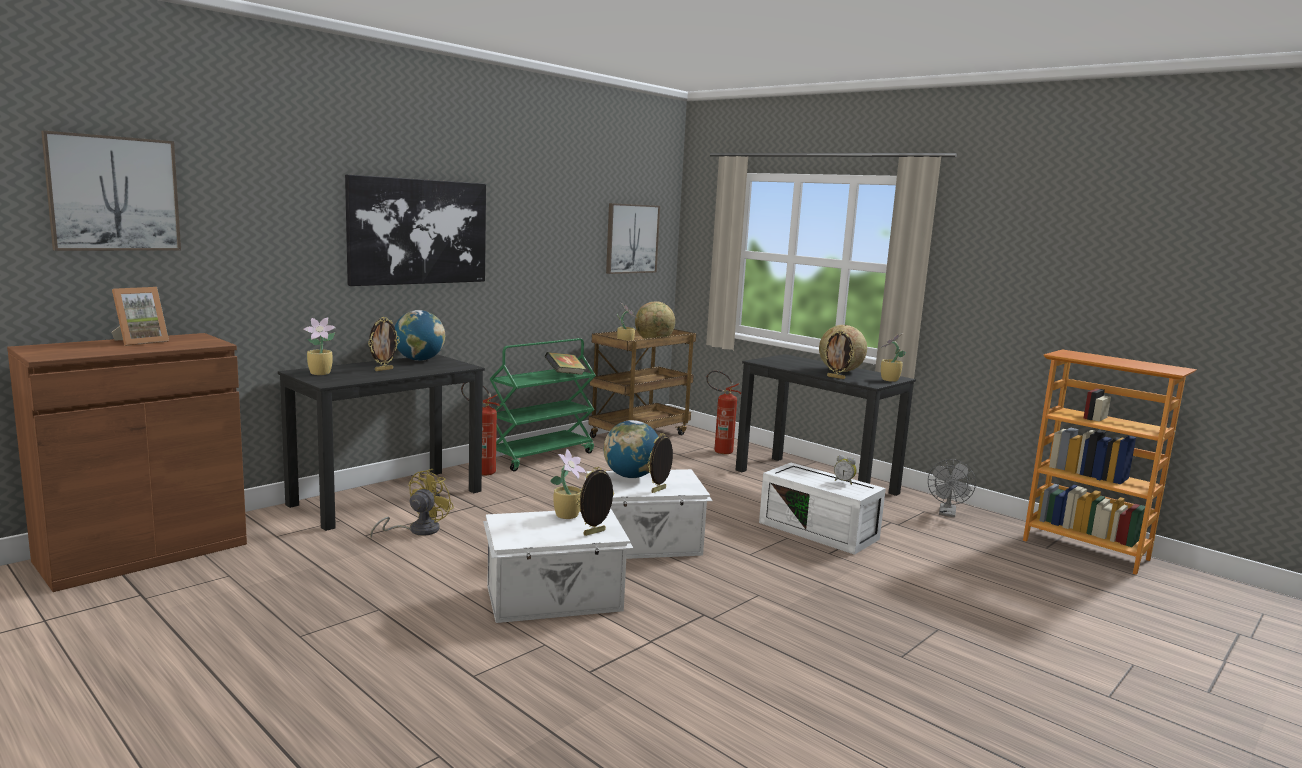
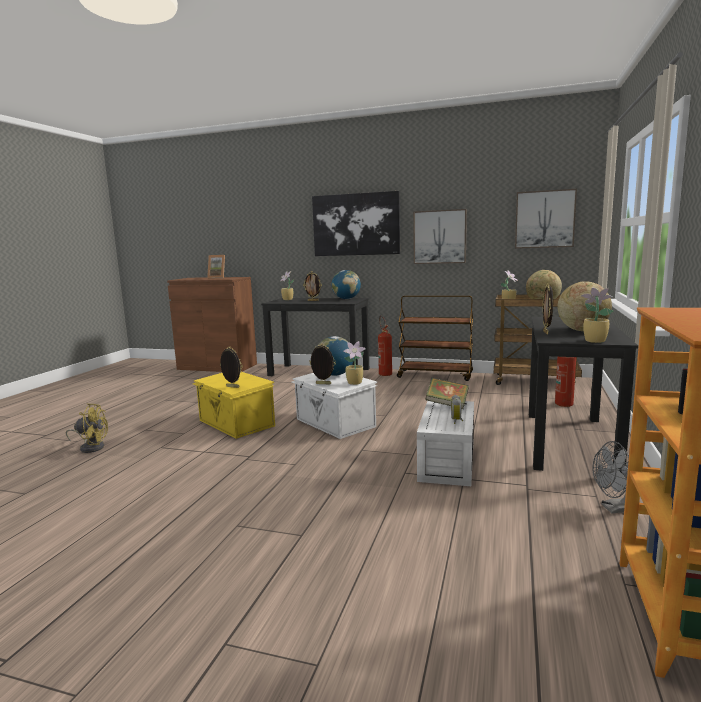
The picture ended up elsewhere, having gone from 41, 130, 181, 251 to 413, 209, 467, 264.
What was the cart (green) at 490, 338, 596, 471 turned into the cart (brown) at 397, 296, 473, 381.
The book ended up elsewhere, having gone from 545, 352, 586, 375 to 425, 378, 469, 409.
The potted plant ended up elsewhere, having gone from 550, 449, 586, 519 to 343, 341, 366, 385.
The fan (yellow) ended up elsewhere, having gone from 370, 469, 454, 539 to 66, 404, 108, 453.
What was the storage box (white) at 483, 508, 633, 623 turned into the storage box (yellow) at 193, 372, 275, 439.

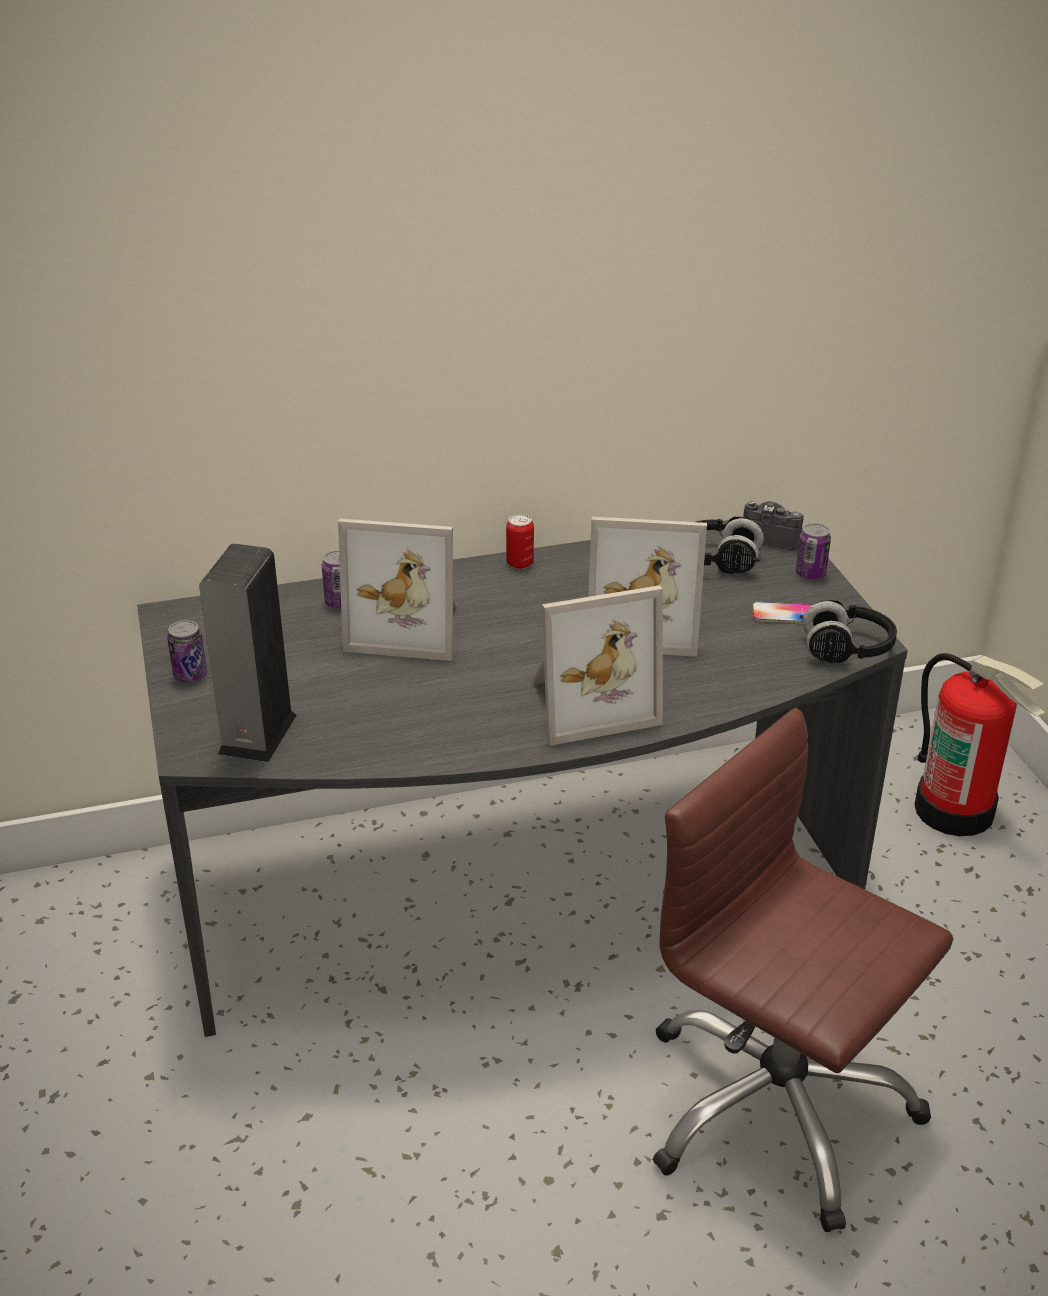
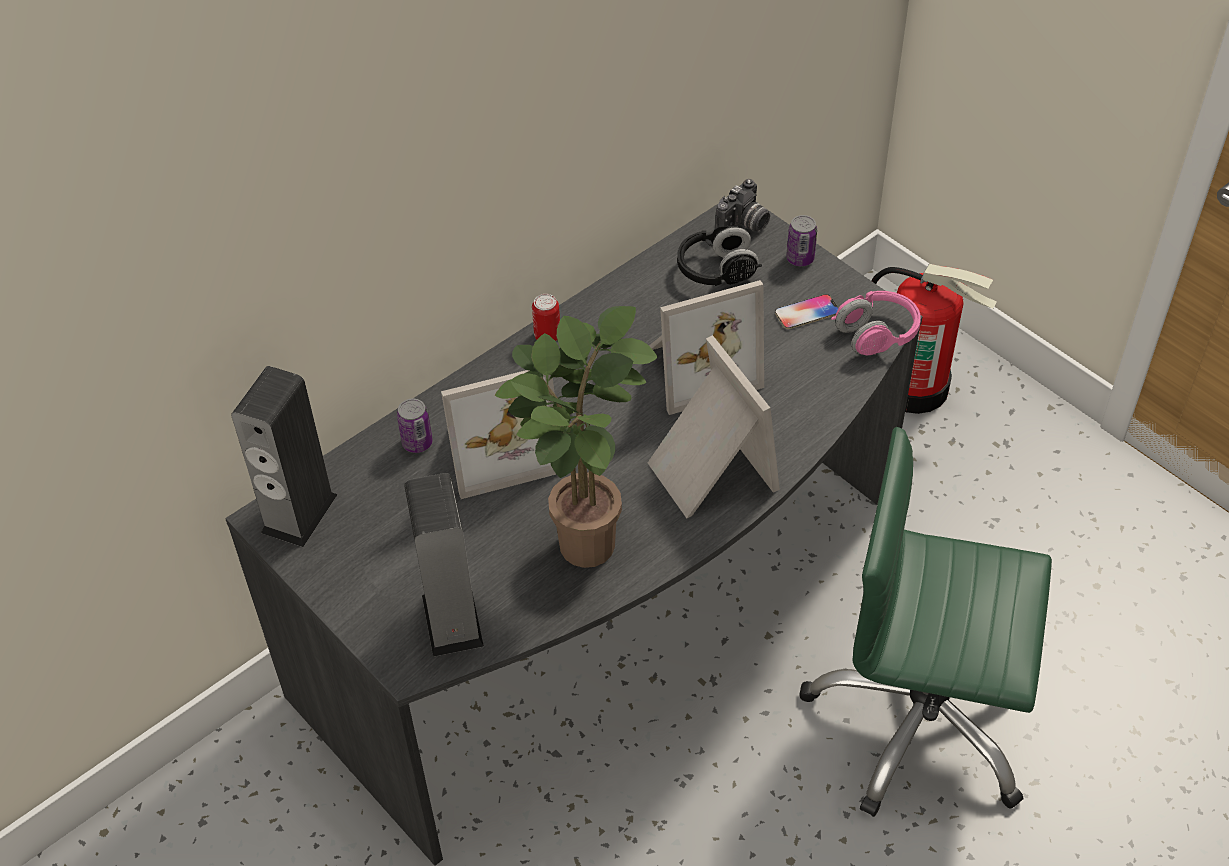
The photo camera at 743, 501, 804, 550 ended up facing another way, 135 degrees clockwise from before.
The picture frame at 532, 585, 663, 746 ended up facing another way, 75 degrees counterclockwise from before.
What was the headphones (black) at 800, 600, 897, 663 turned into the headphones (pink) at 831, 291, 921, 355.
The second view lost the can at 167, 620, 207, 682.
What was the office chair (brown) at 652, 708, 953, 1232 turned into the office chair (green) at 799, 427, 1052, 817.
The second view gained the potted plant at 495, 306, 657, 568.
The second view gained the speaker at 231, 366, 338, 547.

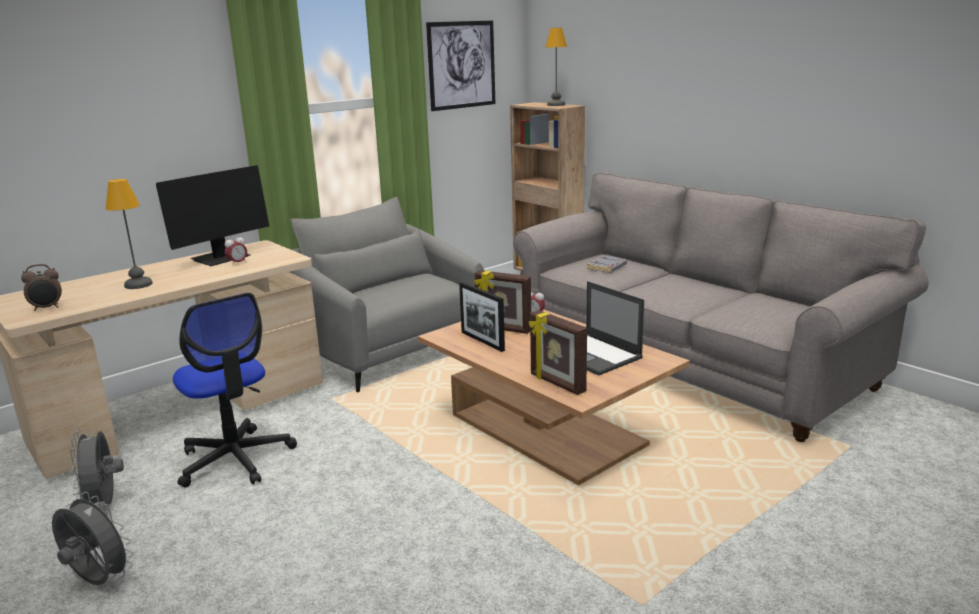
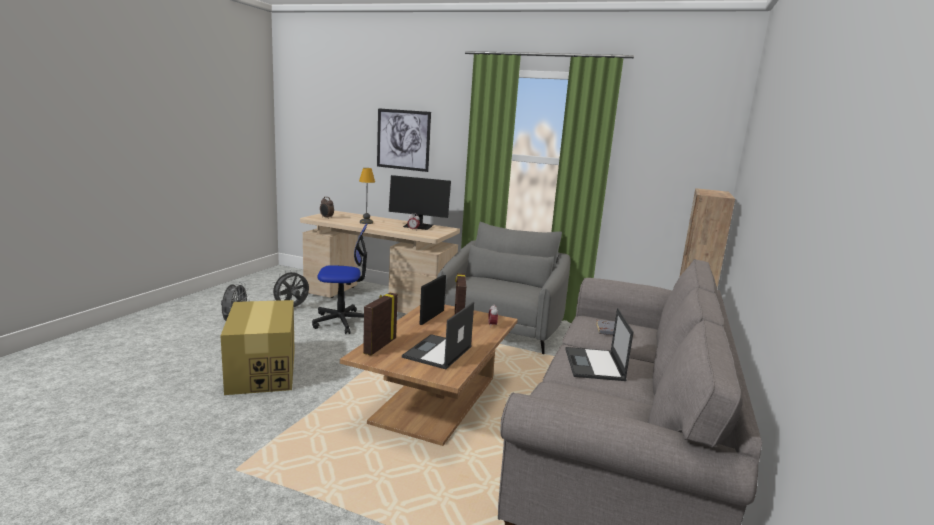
The picture ended up elsewhere, having gone from 426, 21, 495, 111 to 377, 108, 431, 172.
The second view lost the table lamp at 546, 28, 567, 106.
The office chair at 173, 293, 297, 488 ended up facing another way, 120 degrees counterclockwise from before.
The second view gained the cardboard box at 220, 300, 295, 395.
The second view gained the laptop at 565, 308, 634, 381.

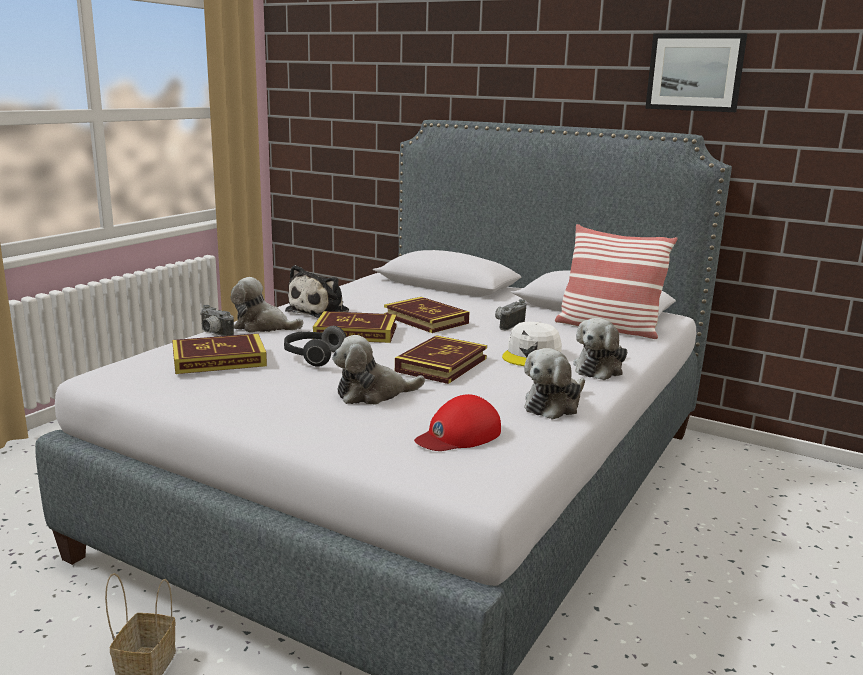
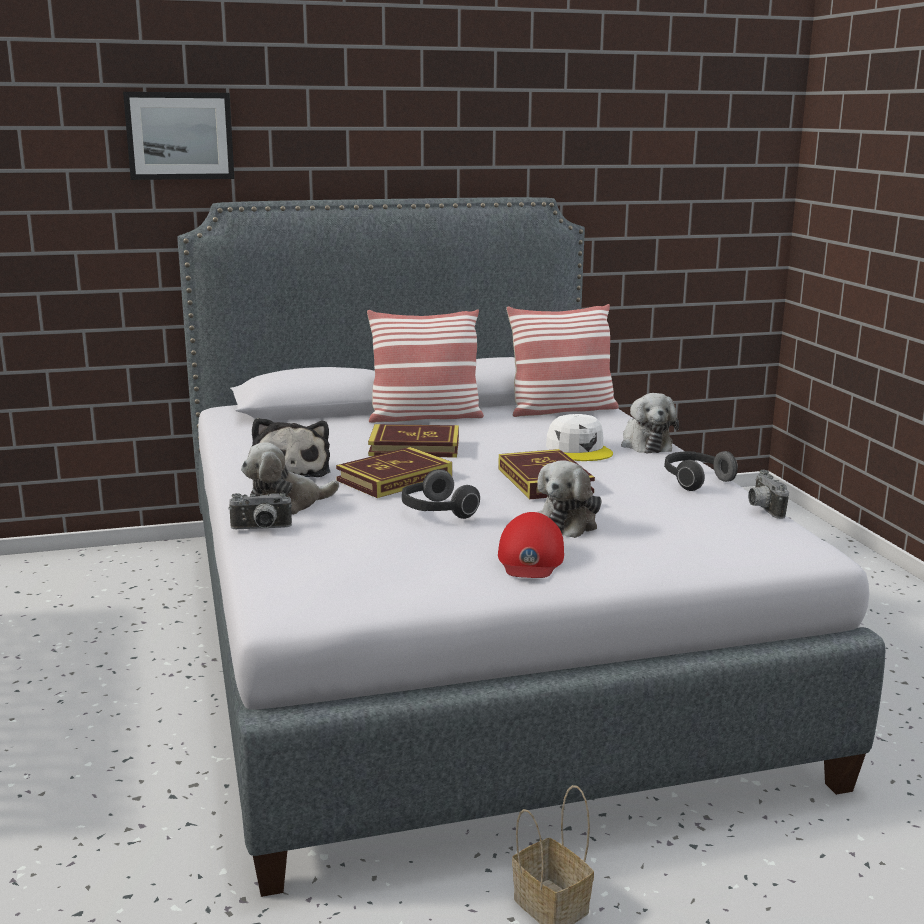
The picture ended up elsewhere, having gone from 645, 33, 747, 112 to 123, 92, 234, 180.
The photo camera ended up elsewhere, having gone from 495, 299, 526, 331 to 748, 470, 789, 519.
The second view lost the book at 172, 334, 267, 374.
Where the plush toy stood at 524, 348, 585, 420, the headphones came to stand at 664, 451, 738, 491.
The cap (red) ended up elsewhere, having gone from 414, 394, 501, 451 to 498, 512, 564, 578.
The second view gained the pillow at 367, 309, 484, 423.

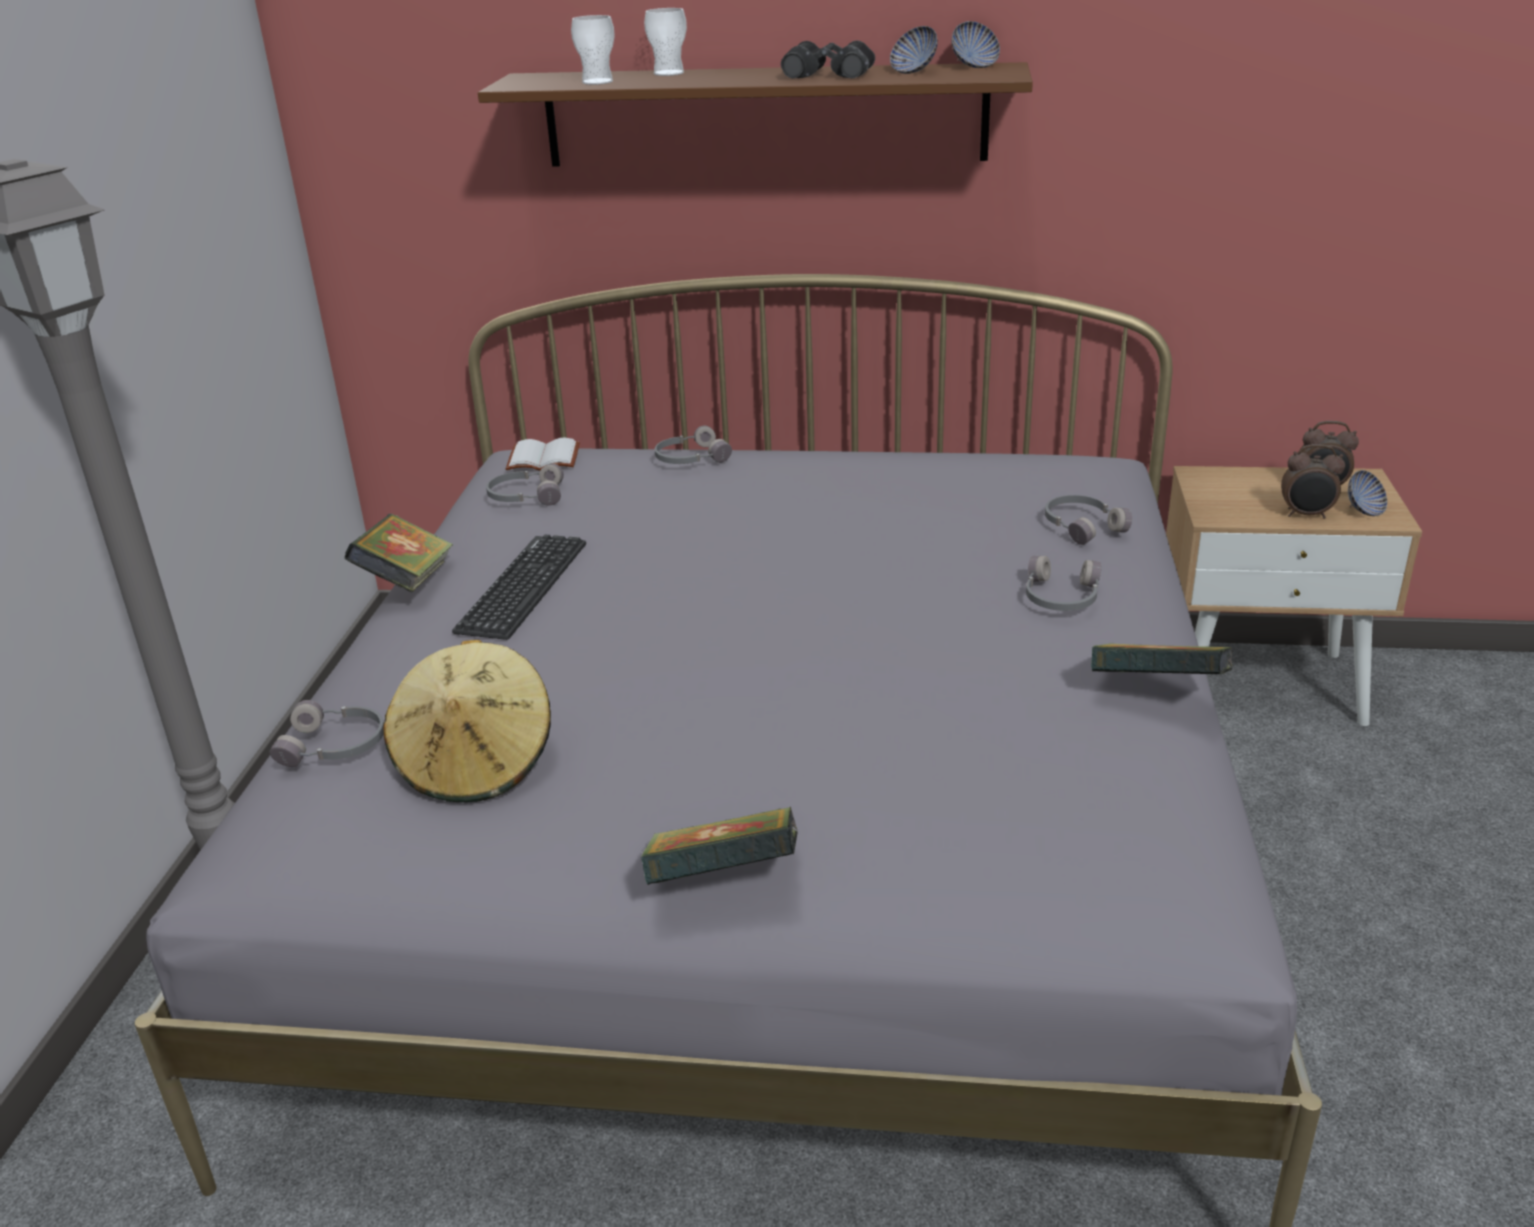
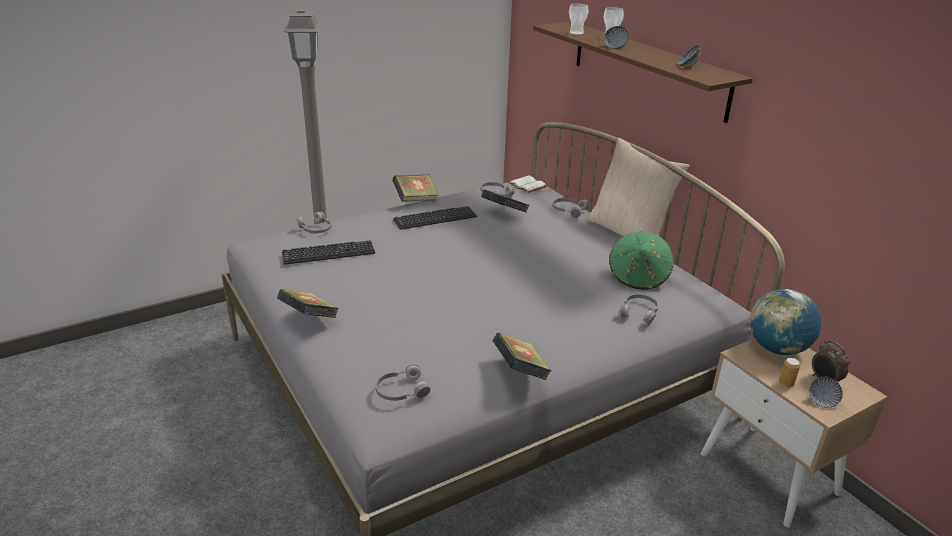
The bowl ended up elsewhere, having gone from 952, 21, 1000, 68 to 604, 26, 629, 49.
The second view lost the binoculars (black) at 781, 40, 875, 78.
Where the alarm clock stood at 1281, 444, 1345, 519, the can came to stand at 779, 358, 800, 387.
The headphones (grey) ended up elsewhere, having gone from 1026, 556, 1101, 611 to 376, 364, 431, 401.
Where the hat (beige) stood at 383, 640, 551, 802, the keyboard came to stand at 282, 240, 375, 265.
The second view gained the pillow (beige) at 587, 138, 690, 236.
The second view gained the book at 481, 190, 530, 212.
The second view gained the hat (green) at 609, 231, 673, 290.
The second view gained the globe at 750, 289, 822, 355.

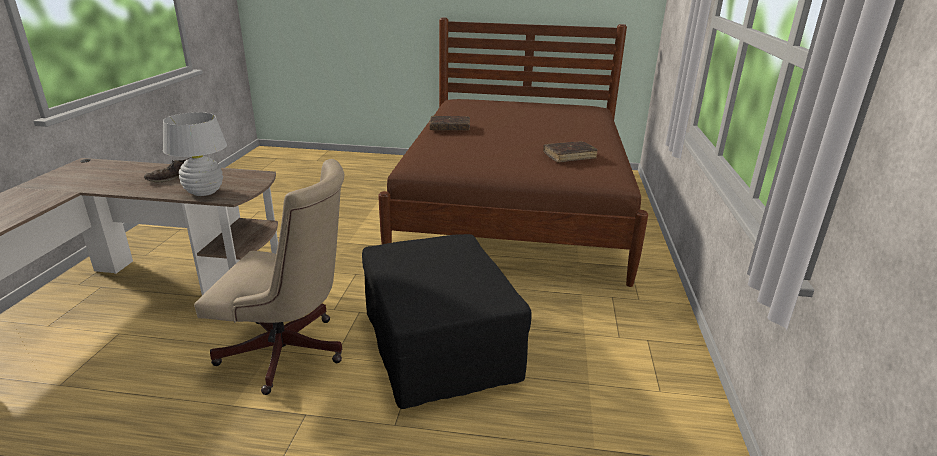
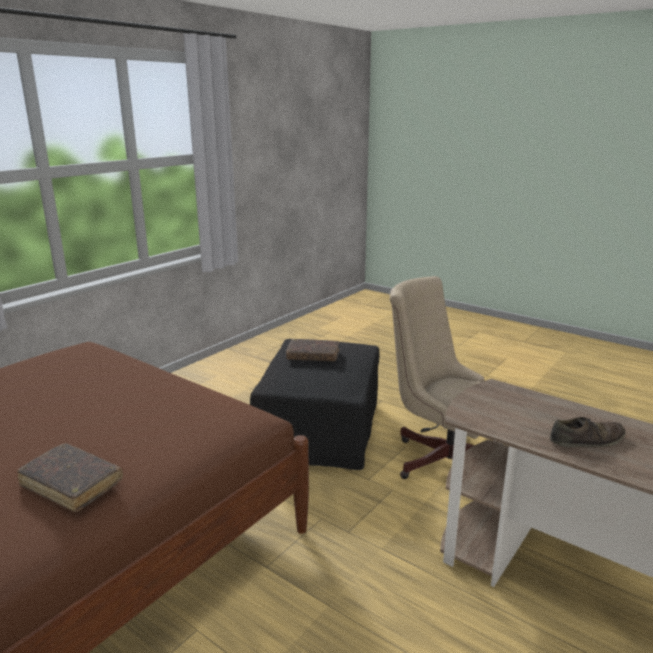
The second view lost the table lamp (white) at 163, 112, 227, 196.
The book (brown) ended up elsewhere, having gone from 543, 141, 598, 163 to 286, 339, 339, 361.

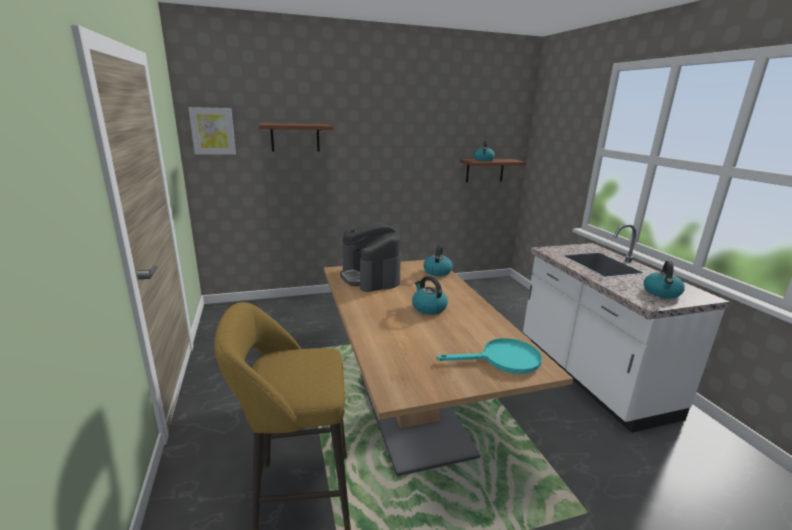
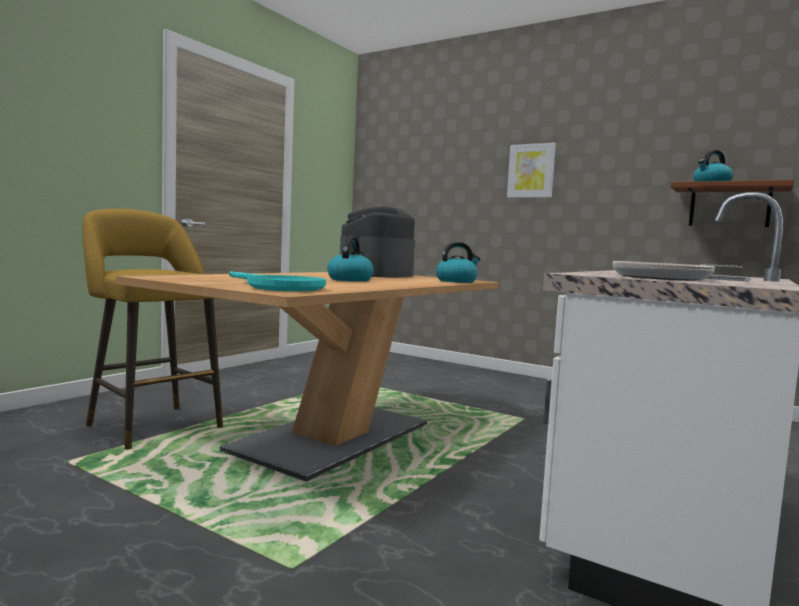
The picture ended up elsewhere, having gone from 188, 107, 236, 155 to 507, 143, 556, 198.
The second view lost the shelf (brown) at 259, 123, 333, 152.
Where the kettle stood at 644, 261, 685, 299, the frying pan came to stand at 613, 261, 743, 281.

